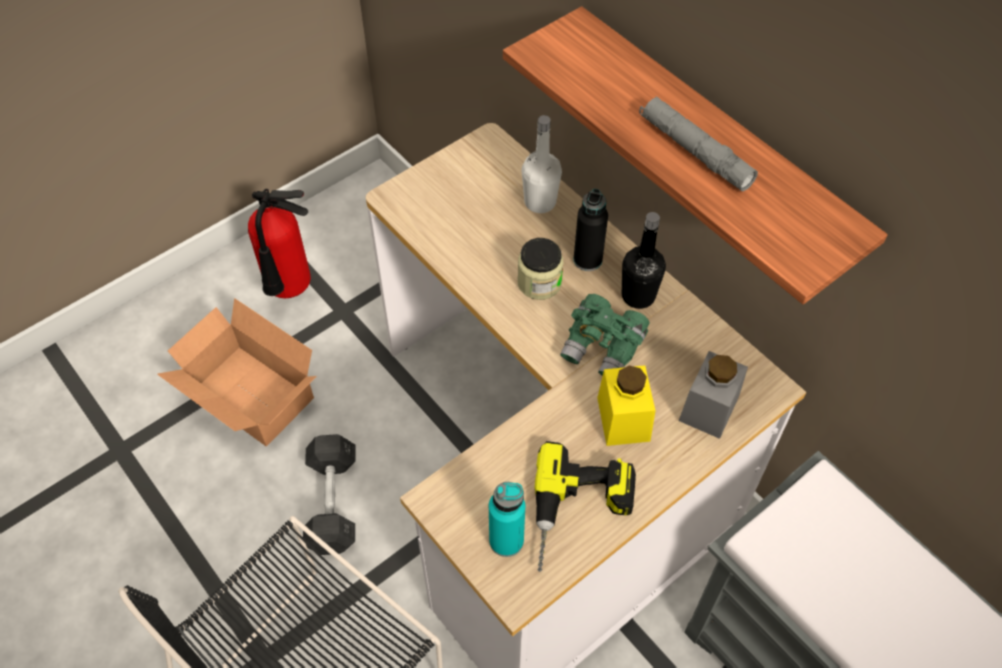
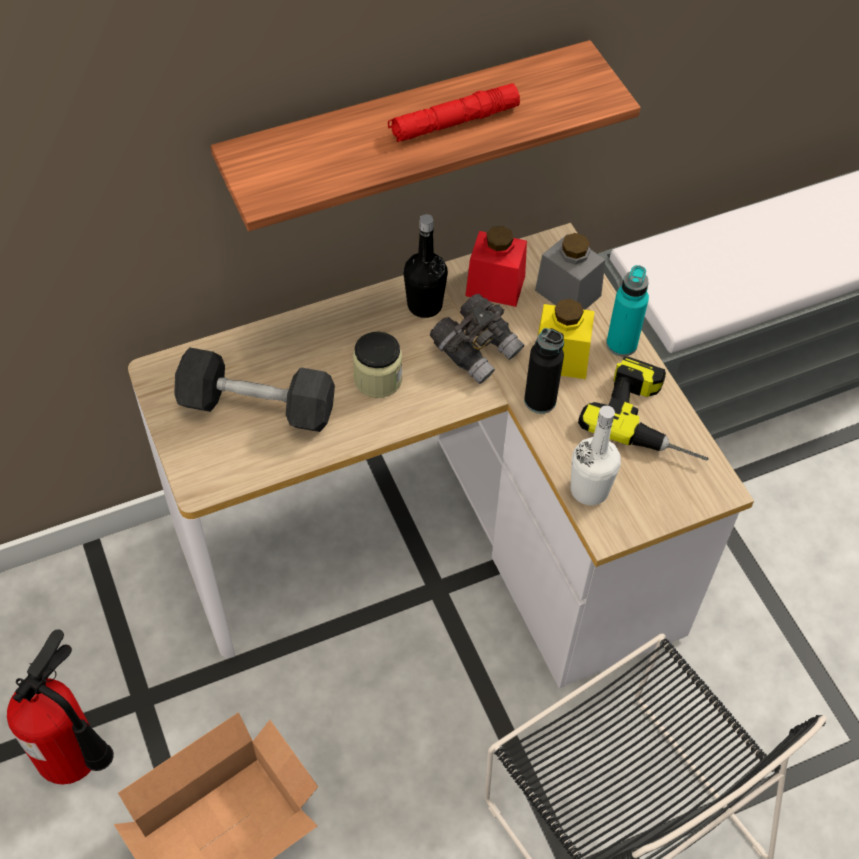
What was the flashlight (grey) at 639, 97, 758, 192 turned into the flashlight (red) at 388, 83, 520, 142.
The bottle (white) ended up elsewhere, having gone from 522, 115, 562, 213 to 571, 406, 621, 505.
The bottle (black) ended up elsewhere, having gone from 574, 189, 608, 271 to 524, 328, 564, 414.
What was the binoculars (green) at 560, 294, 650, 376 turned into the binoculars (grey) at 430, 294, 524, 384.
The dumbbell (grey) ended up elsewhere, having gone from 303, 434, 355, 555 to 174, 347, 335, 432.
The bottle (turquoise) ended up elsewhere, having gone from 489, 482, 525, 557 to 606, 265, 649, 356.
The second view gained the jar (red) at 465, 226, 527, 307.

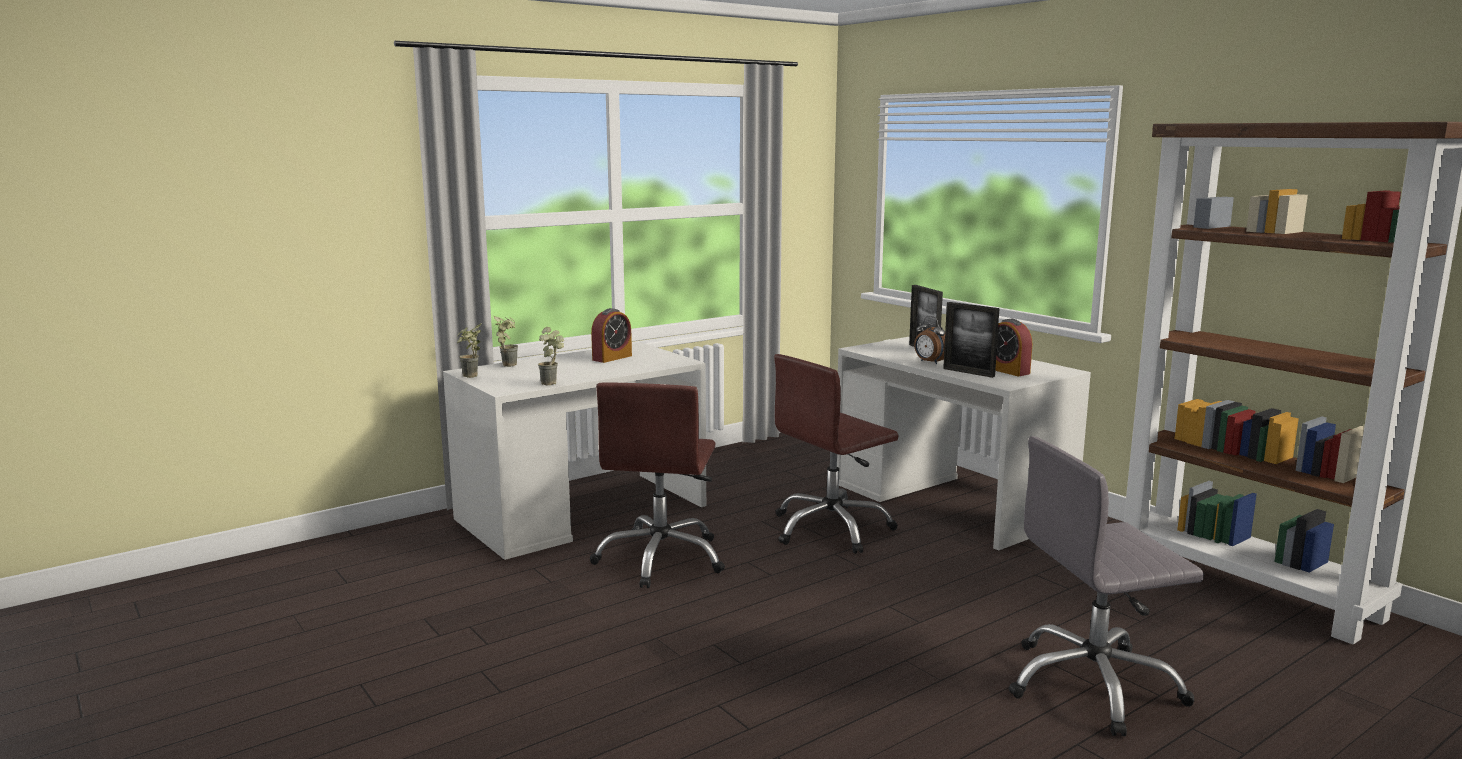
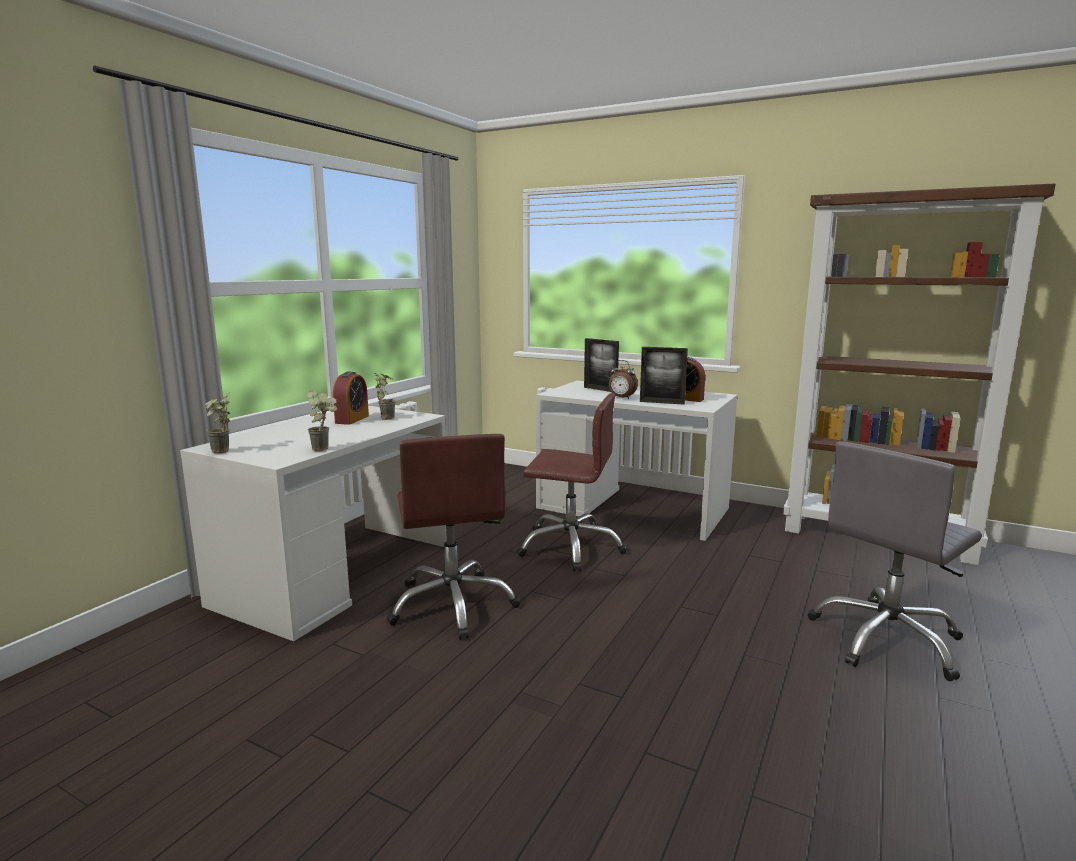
The potted plant ended up elsewhere, having gone from 494, 316, 518, 367 to 373, 373, 396, 420.
The office chair (brown) at 774, 354, 899, 554 ended up facing another way, 105 degrees counterclockwise from before.

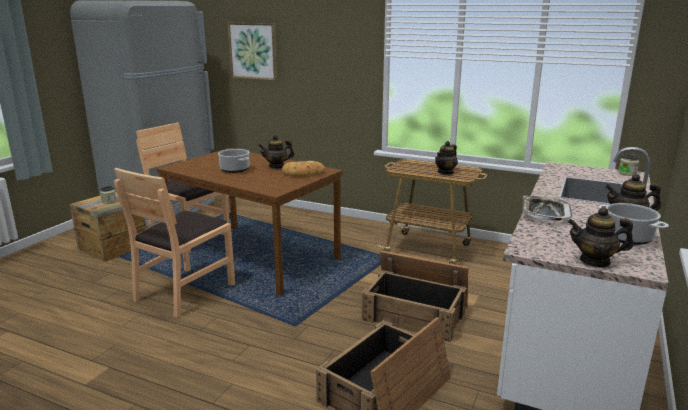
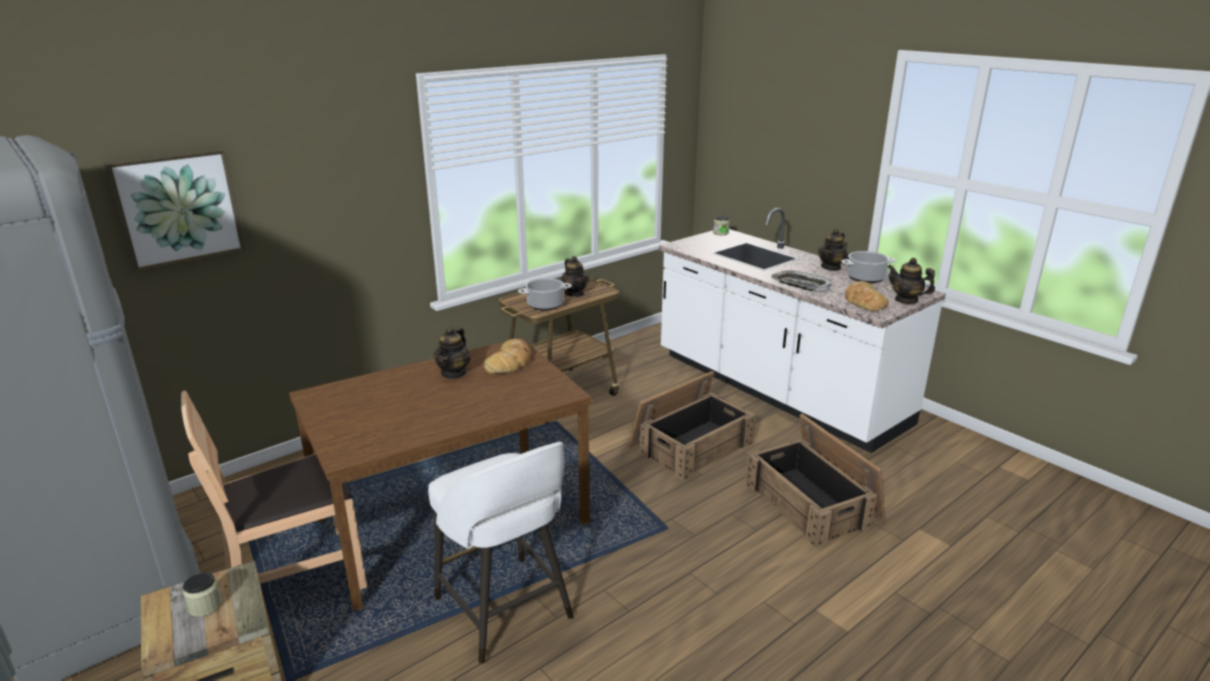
The cooking pot ended up elsewhere, having gone from 218, 149, 250, 173 to 518, 278, 571, 311.
Where the chair (brown) stood at 114, 168, 235, 318, the stool (white) came to stand at 428, 442, 574, 664.
The teapot at 568, 207, 634, 268 ended up facing another way, 90 degrees clockwise from before.
The second view gained the bread at 845, 281, 888, 311.

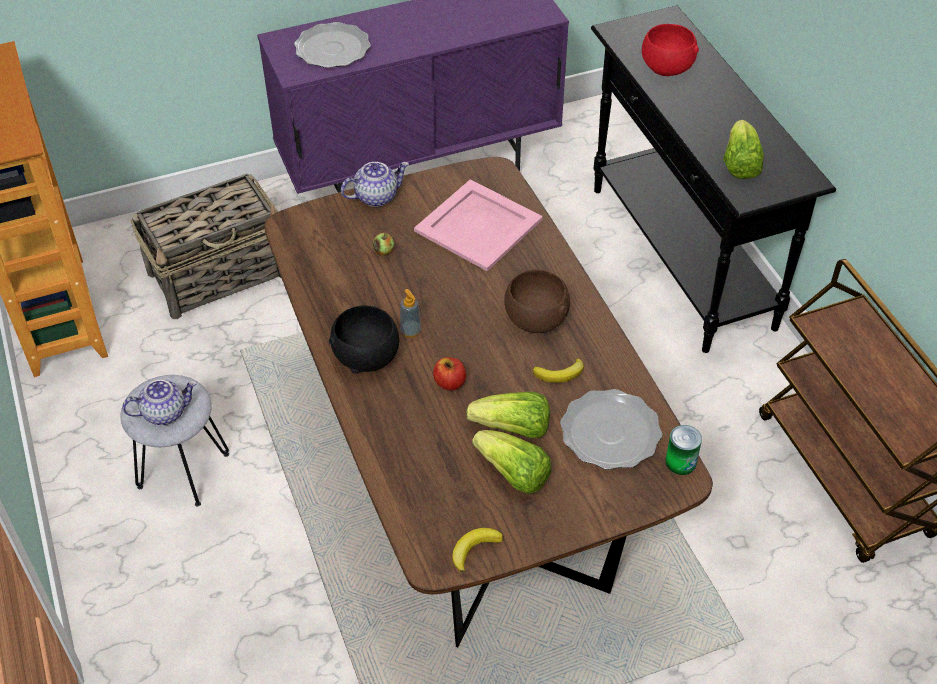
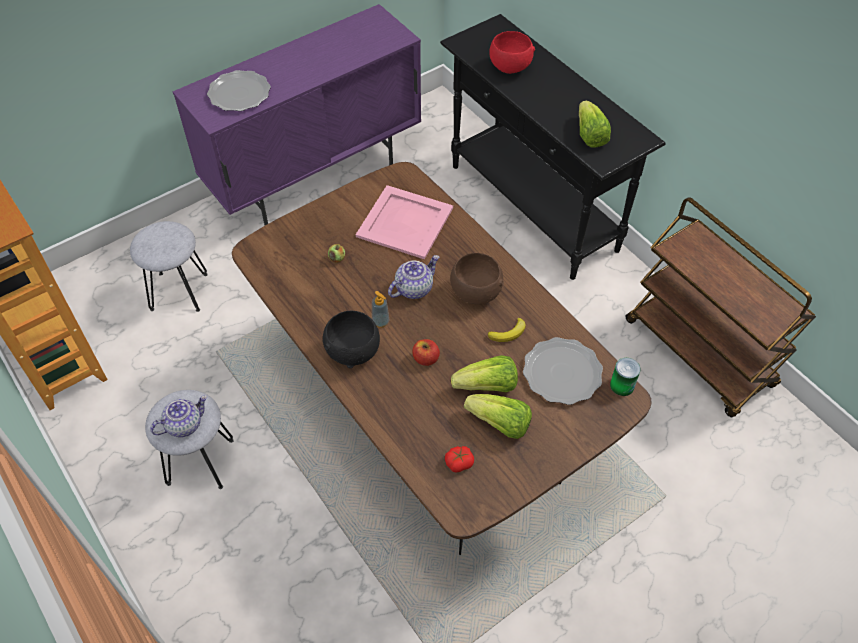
The teapot ended up elsewhere, having gone from 341, 162, 409, 207 to 388, 255, 439, 299.
Where the basket stood at 131, 173, 282, 319, the stool (grey) came to stand at 130, 221, 208, 312.
The second view lost the banana at 452, 528, 503, 573.
The second view gained the tomato at 445, 446, 474, 473.

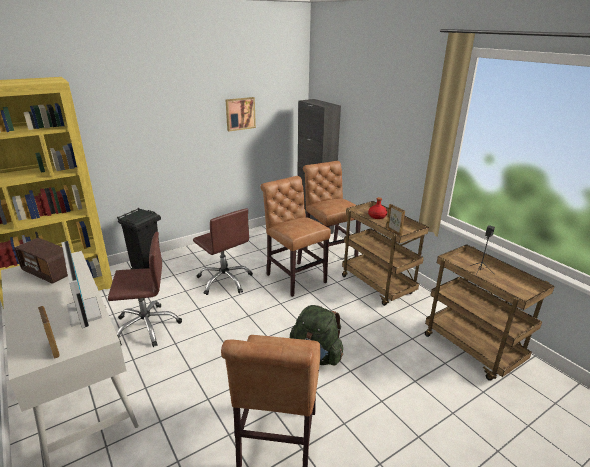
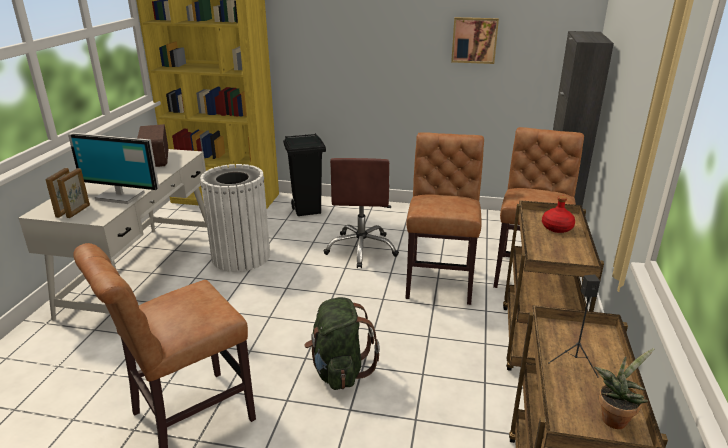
The picture frame ended up elsewhere, having gone from 386, 204, 405, 236 to 57, 168, 90, 218.
Where the office chair (brown) stood at 108, 232, 182, 347, the trash can (white) came to stand at 200, 164, 270, 272.
The monitor at 61, 241, 102, 328 ended up facing another way, 90 degrees clockwise from before.
The second view gained the potted plant at 594, 348, 655, 429.

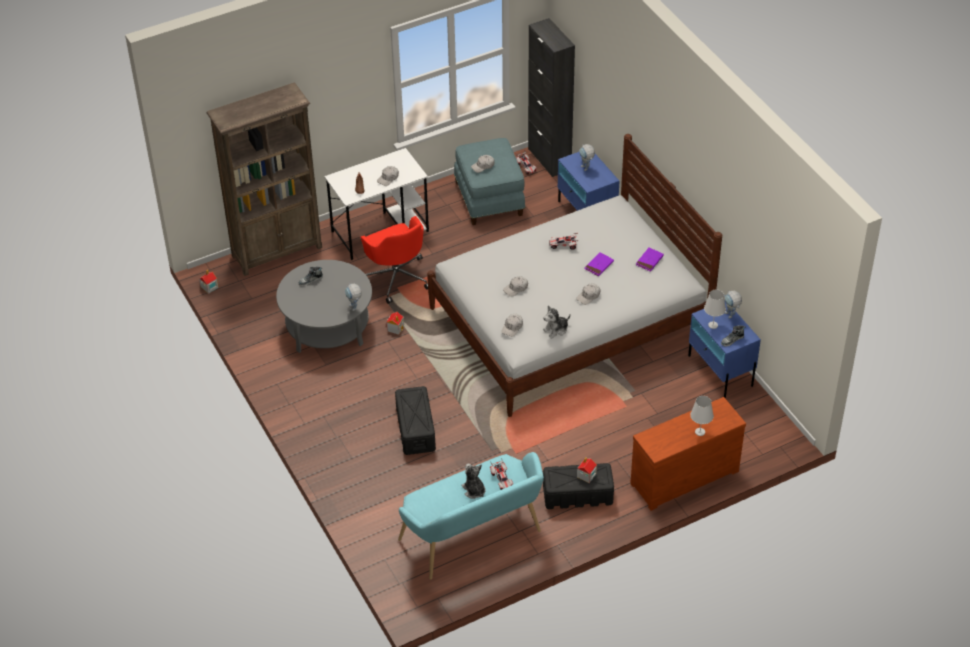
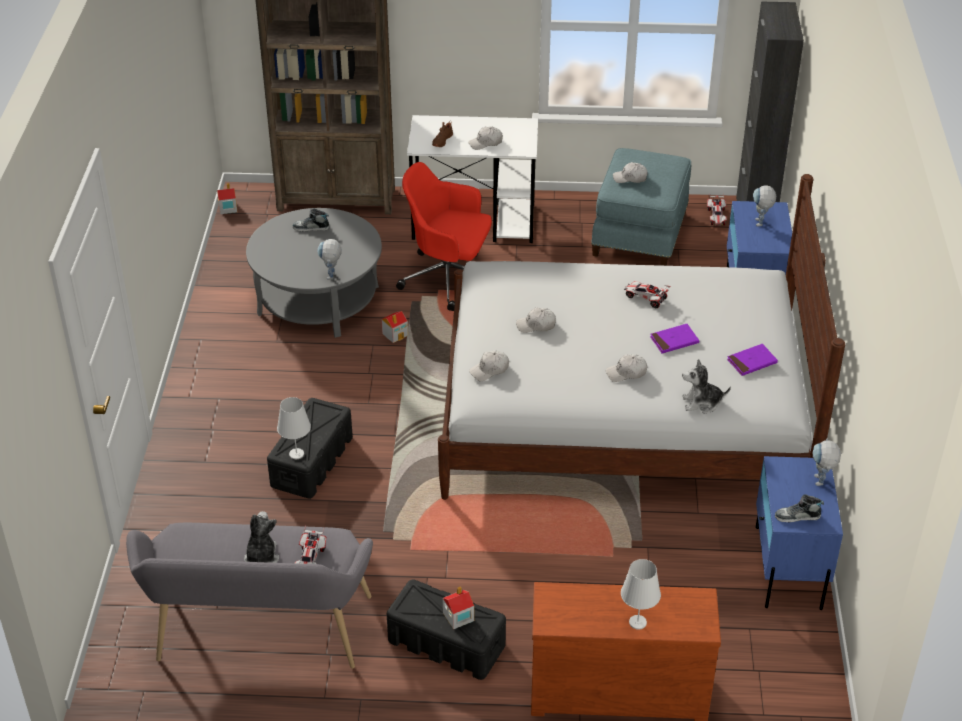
The office chair (red) at 361, 216, 428, 304 ended up facing another way, 105 degrees clockwise from before.
The table lamp (white) ended up elsewhere, having gone from 704, 289, 726, 329 to 277, 397, 311, 459.
The plush toy ended up elsewhere, having gone from 543, 305, 570, 339 to 682, 359, 731, 414.
What was the bench (turquoise) at 398, 452, 544, 580 turned into the bench (grey) at 126, 523, 373, 669.

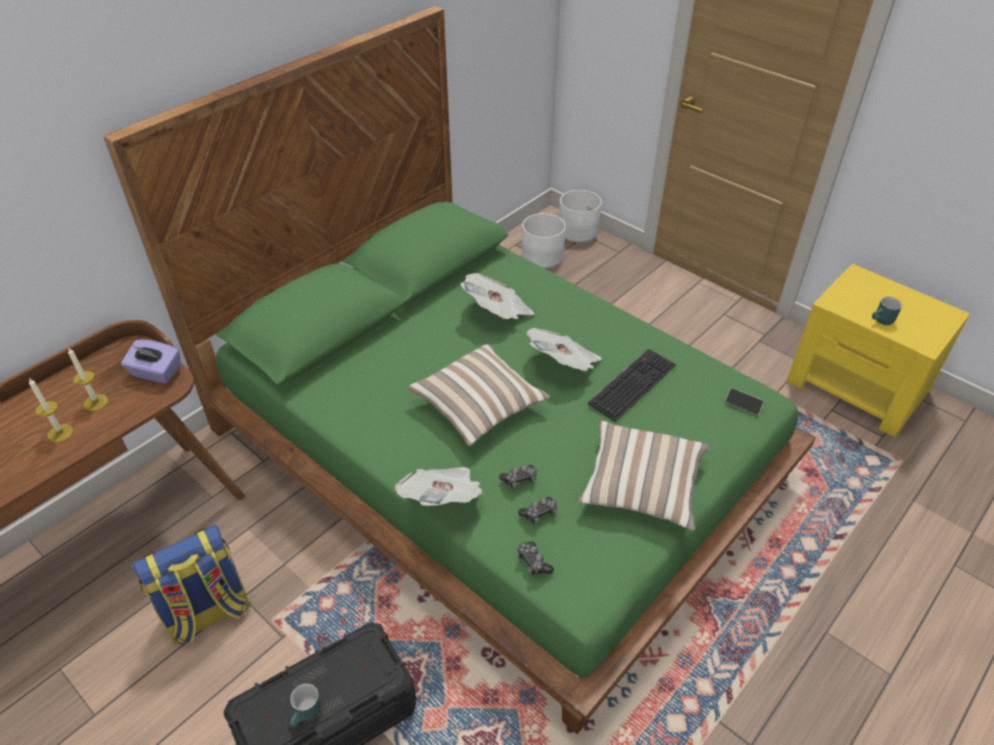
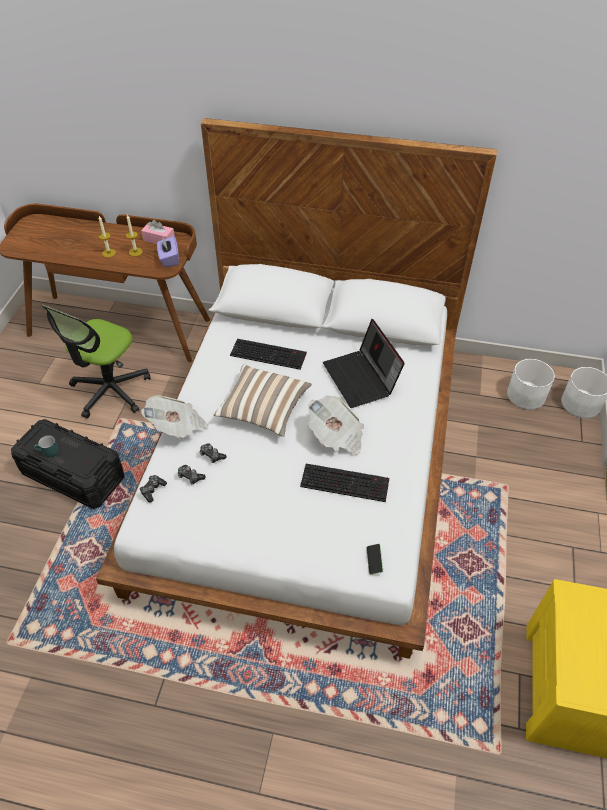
What was the bed (green) at 103, 6, 816, 734 turned into the bed (white) at 96, 118, 497, 659.
Where the newspaper stood at 460, 273, 534, 320, the laptop came to stand at 323, 319, 405, 408.
The second view lost the mug (turquoise) at 872, 297, 902, 325.
The second view lost the pillow at 579, 421, 710, 531.
Where the backpack stood at 132, 525, 251, 645, the office chair came to stand at 42, 305, 150, 418.
The second view gained the tissue box (pink) at 141, 220, 175, 244.
The second view gained the keyboard at 230, 339, 307, 370.

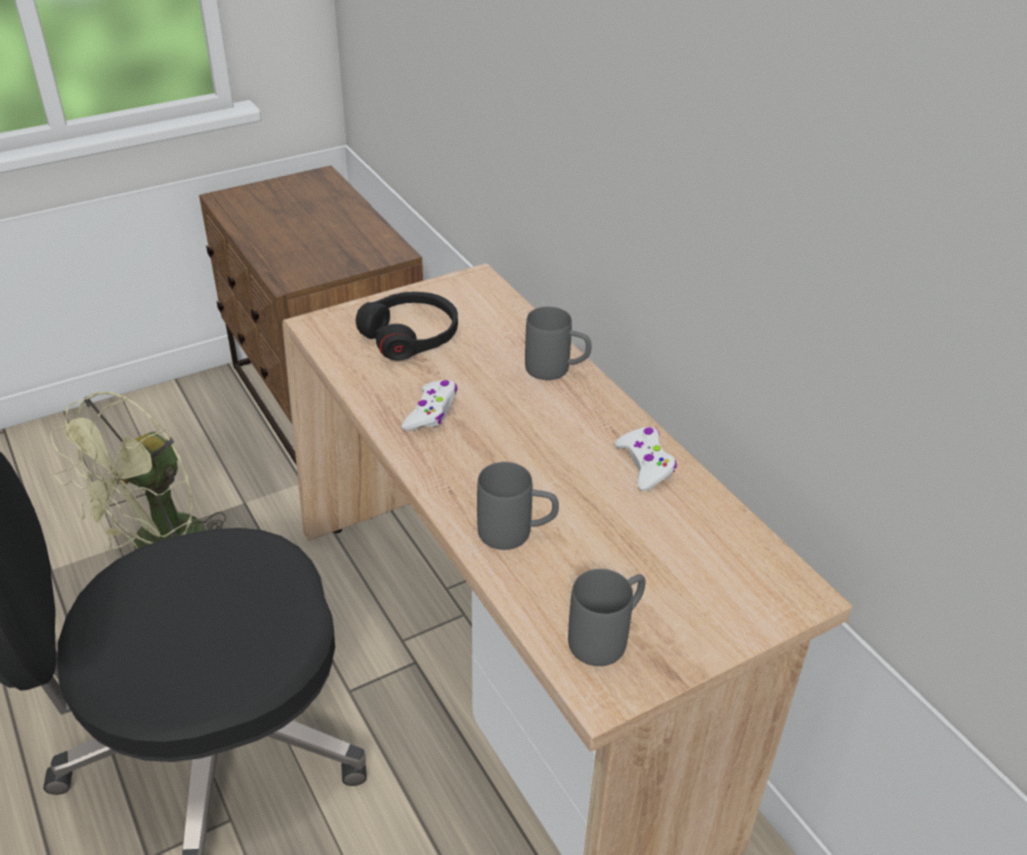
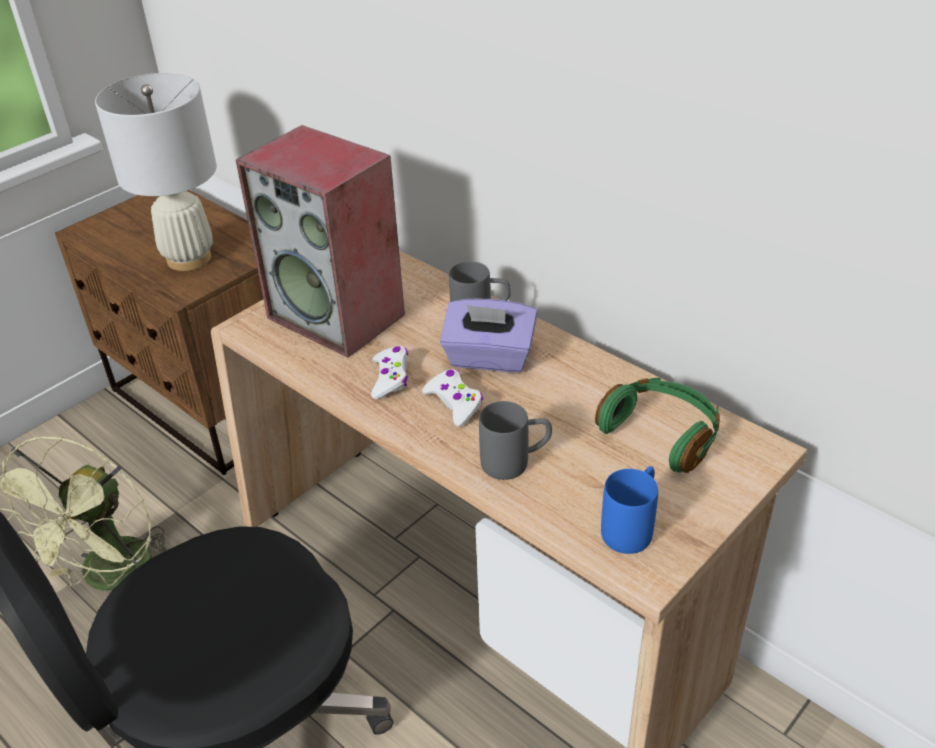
Where the headphones (black) stood at 356, 292, 458, 360, the speaker came to stand at 236, 125, 405, 357.
The game controller (white) ended up elsewhere, having gone from 614, 427, 677, 491 to 422, 369, 483, 427.
What was the mug (grey) at 568, 569, 645, 666 turned into the mug (blue) at 601, 466, 658, 554.
The second view gained the table lamp (white) at 95, 73, 217, 271.
The second view gained the tissue box (purple) at 440, 299, 537, 372.
The second view gained the headphones (green) at 595, 378, 720, 473.

